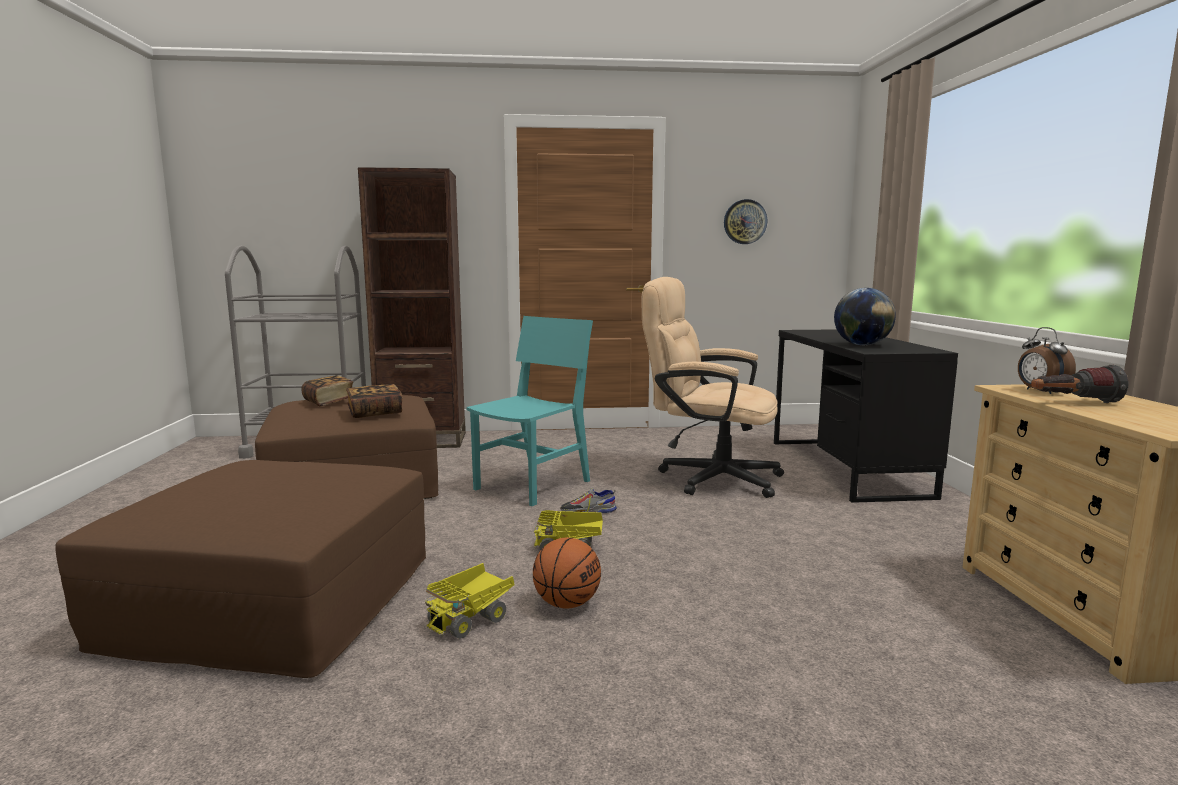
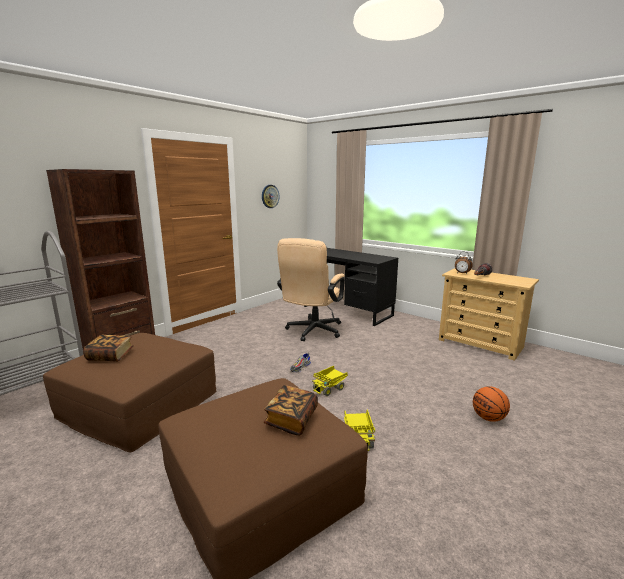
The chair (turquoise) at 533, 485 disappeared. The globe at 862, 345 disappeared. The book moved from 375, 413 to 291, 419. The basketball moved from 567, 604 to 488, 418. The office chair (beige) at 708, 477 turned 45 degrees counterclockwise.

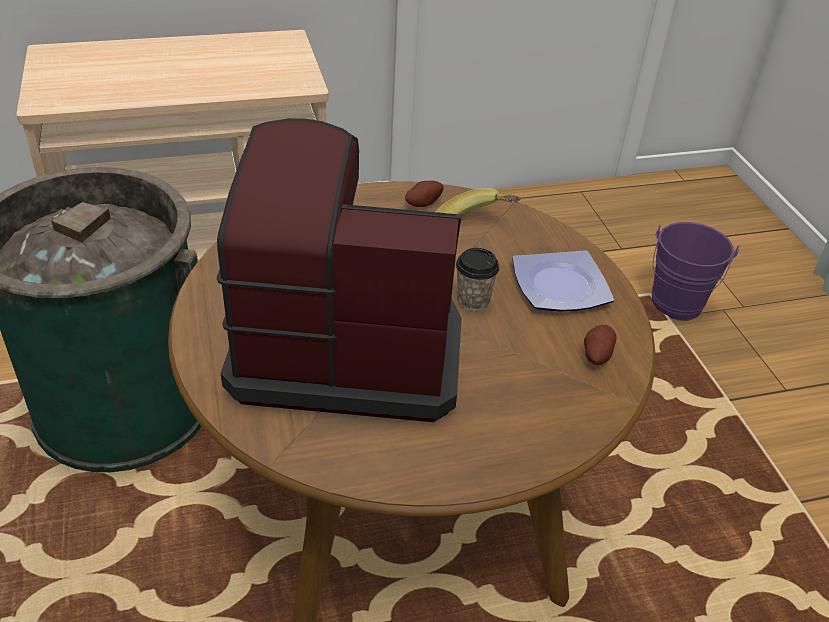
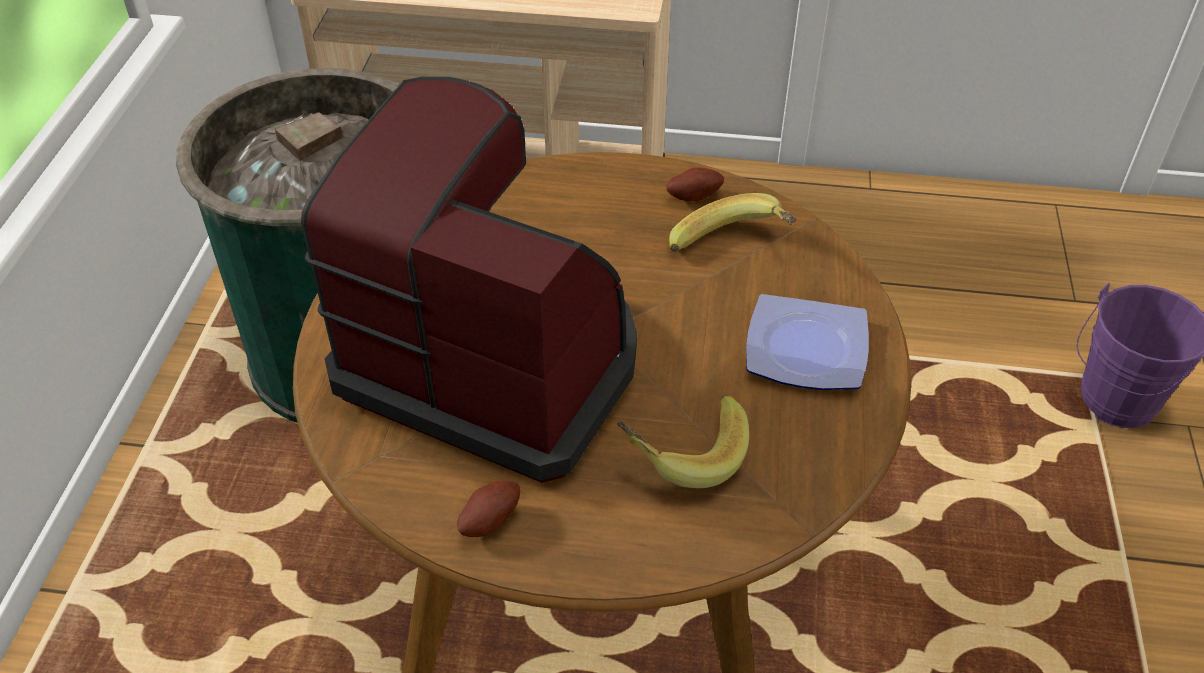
The cup at 473, 300 disappeared. The banana at 683, 452 appeared. The potato moved from 596, 355 to 489, 520.

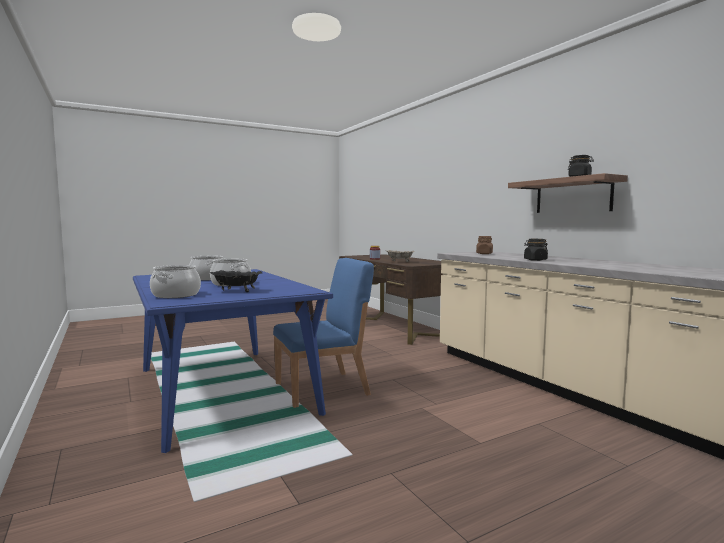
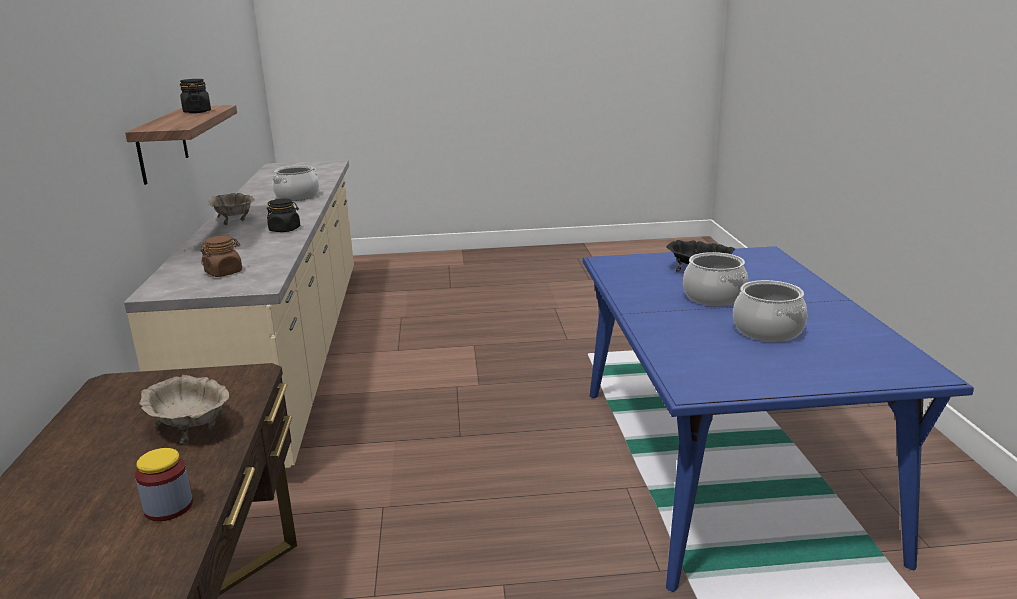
The chair (blue) at 323, 389 disappeared. The bowl (beige) at 235, 220 appeared. The cooking pot moved from 176, 295 to 297, 196.

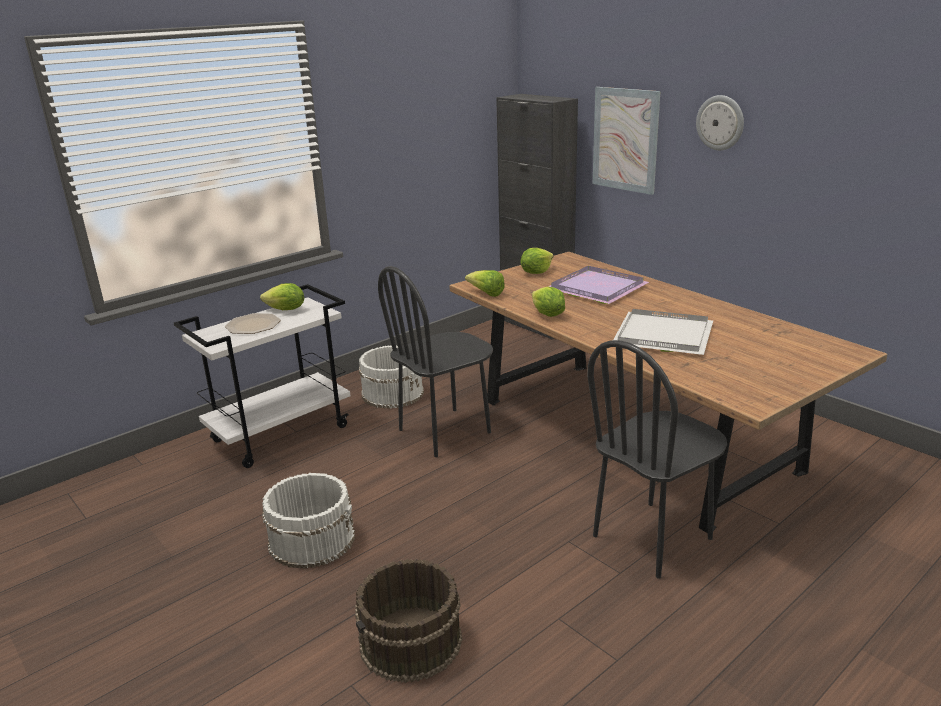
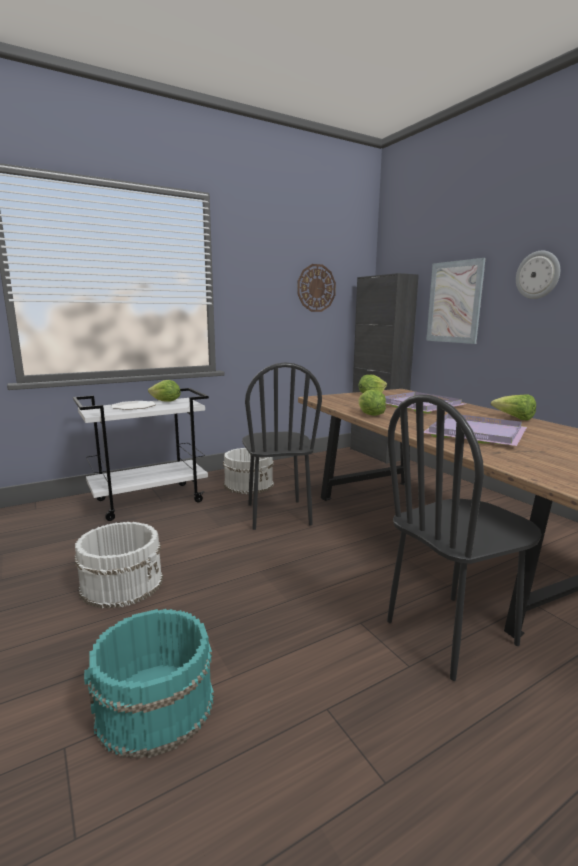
The wall clock at 316, 288 appeared. The lettuce moved from 486, 294 to 514, 418. The bucket (brown) at 411, 642 became the bucket (turquoise) at 155, 706. The tray (white) at 665, 335 became the tray (purple) at 477, 433. The chair (black) at 445, 431 turned 75 degrees counterclockwise.

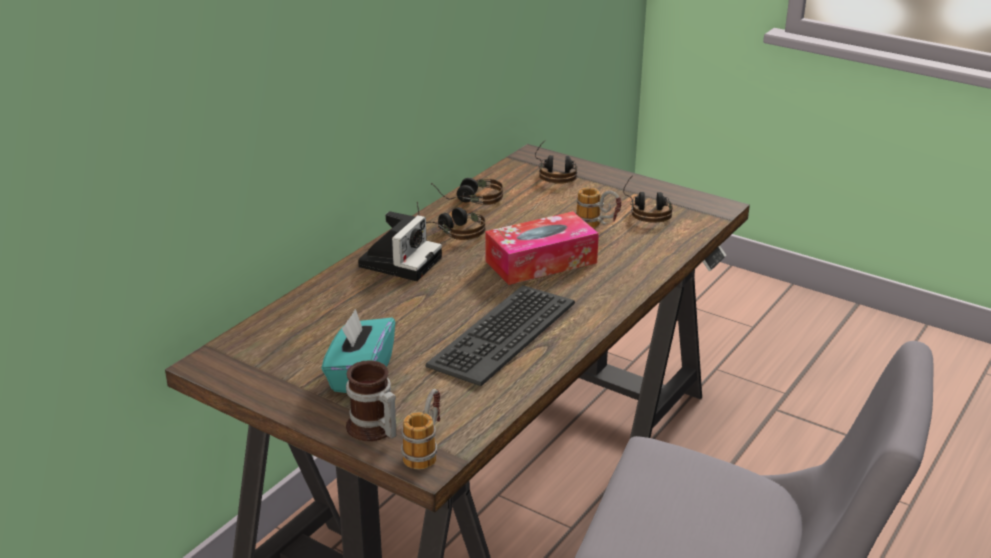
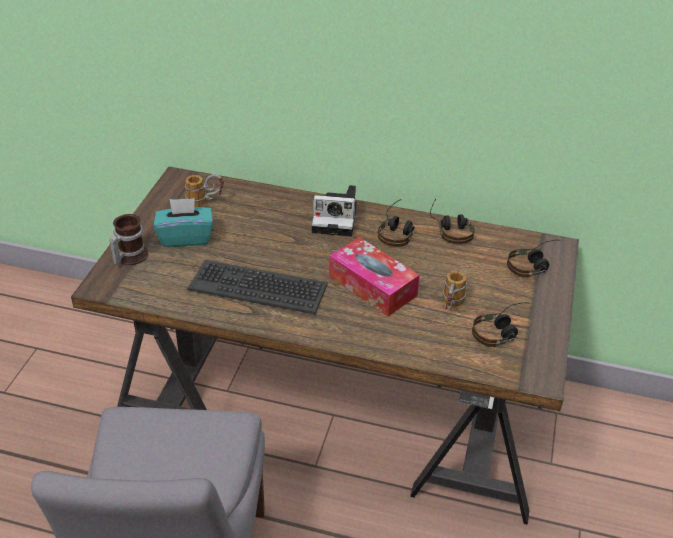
The mug moved from 426, 449 to 205, 202.

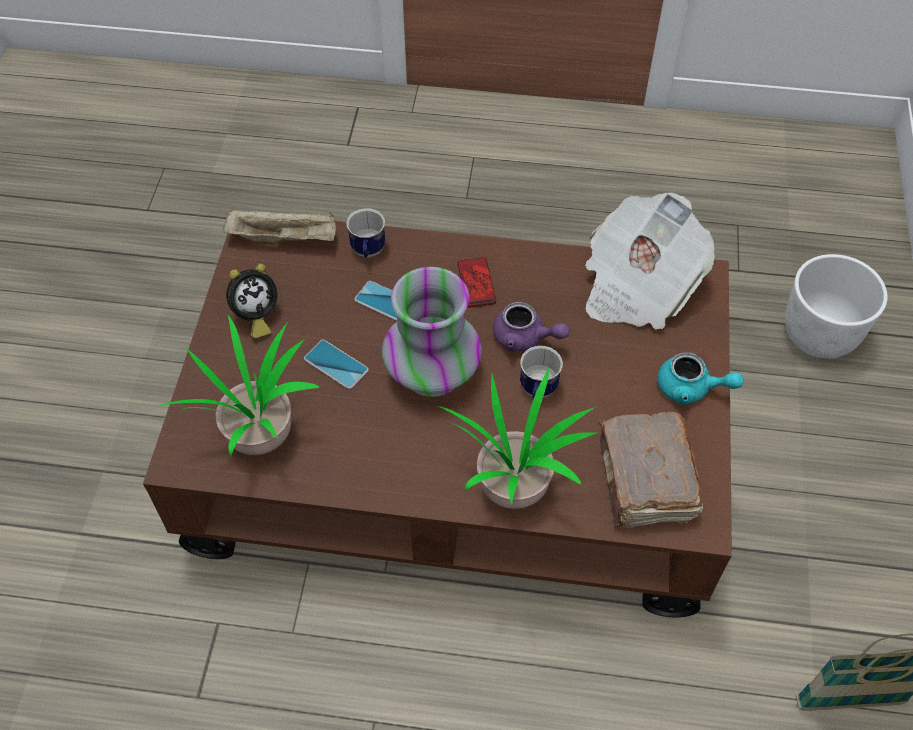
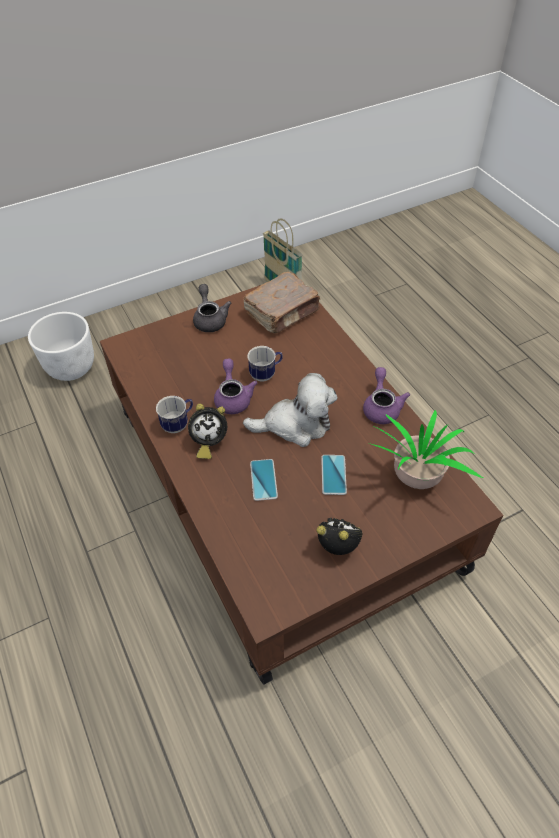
The tray (beige) at 285, 238 disappeared. The potted plant at 514, 483 disappeared. The newspaper at 637, 285 disappeared. The teapot (purple) at 381, 407 appeared. The mug moved from 368, 252 to 178, 424. The vase at 433, 373 was replaced by the plush toy at 295, 425. The phone at 476, 283 was replaced by the alarm clock at 208, 443. The teapot (turquoise) at 691, 389 became the teapot (grey) at 210, 319.

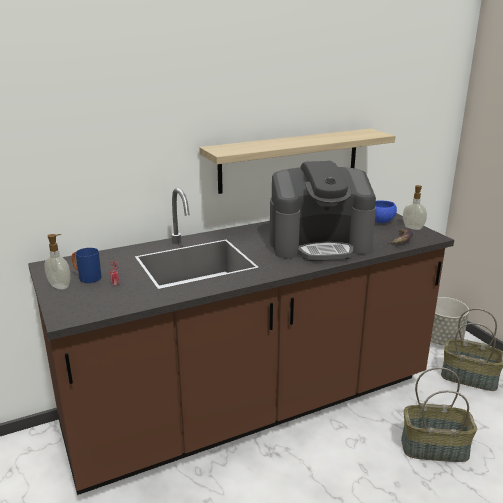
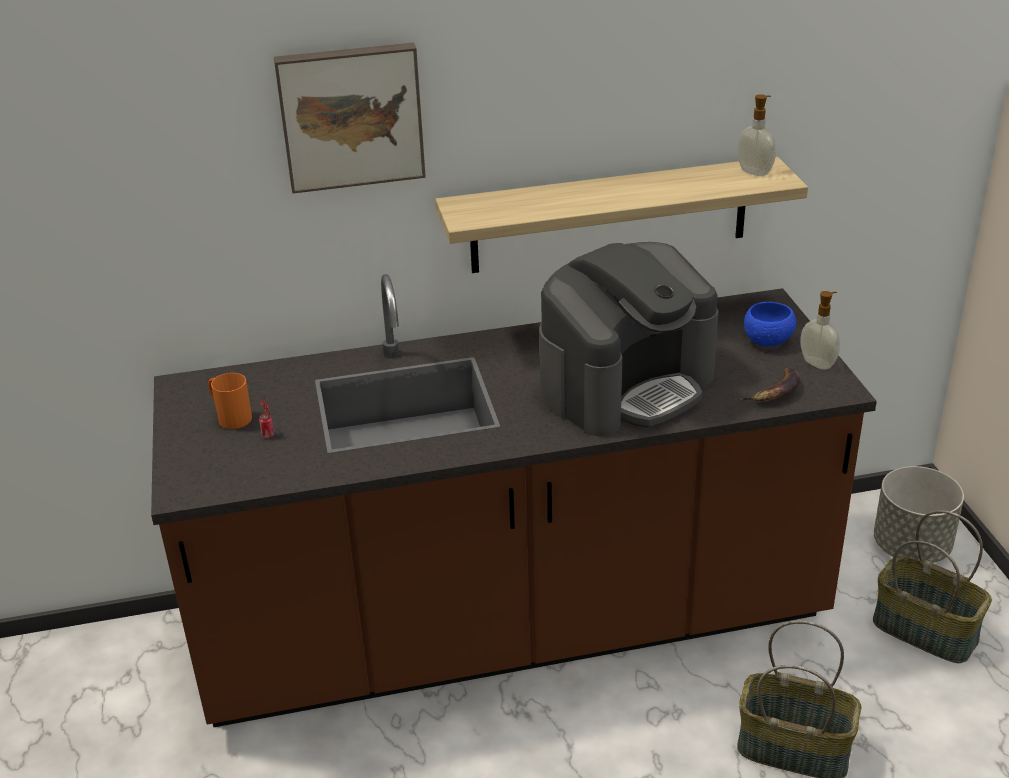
The picture at 351, 116 appeared. The soap dispenser moved from 60, 286 to 755, 172. The mug (blue) at 86, 278 became the mug (orange) at 230, 418. The coffee machine at 319, 244 turned 45 degrees counterclockwise.

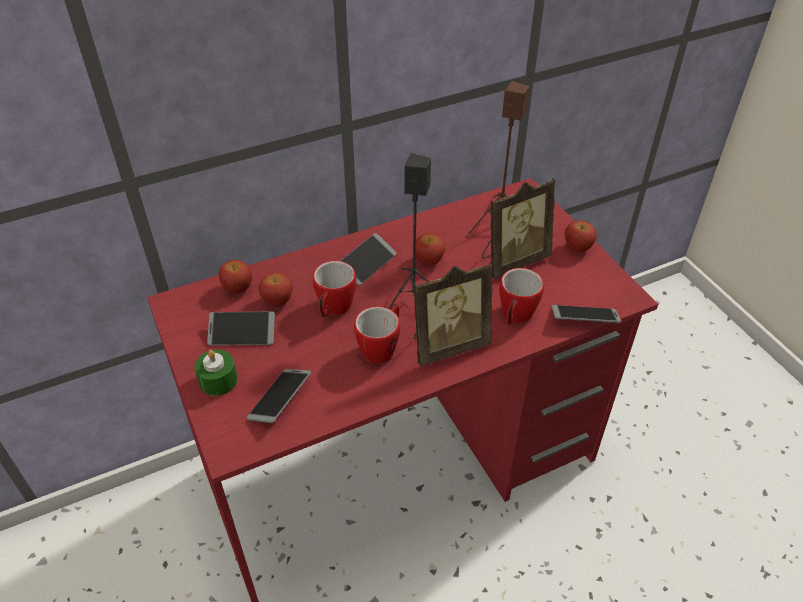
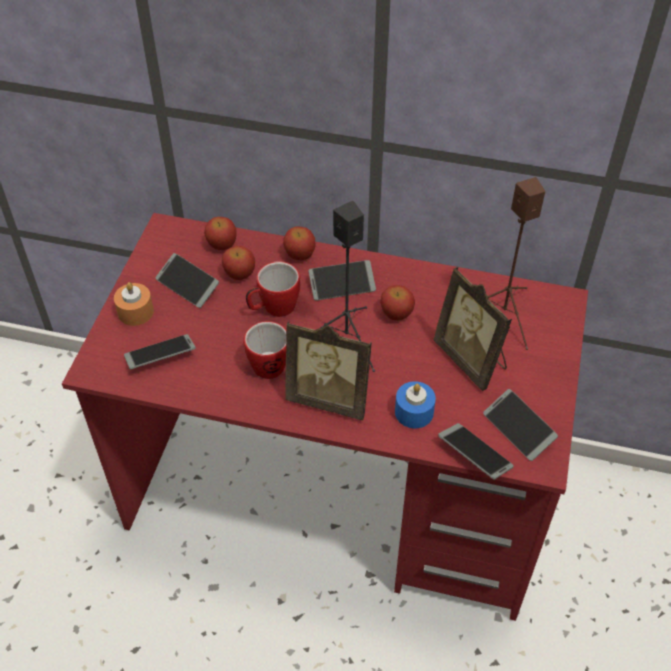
The phone at 518, 429 appeared. The apple moved from 577, 248 to 299, 254. The mug at 515, 317 was replaced by the candle (blue) at 414, 412. The candle (green) at 218, 380 became the candle (orange) at 135, 312. The picture frame at 512, 260 turned 45 degrees clockwise.

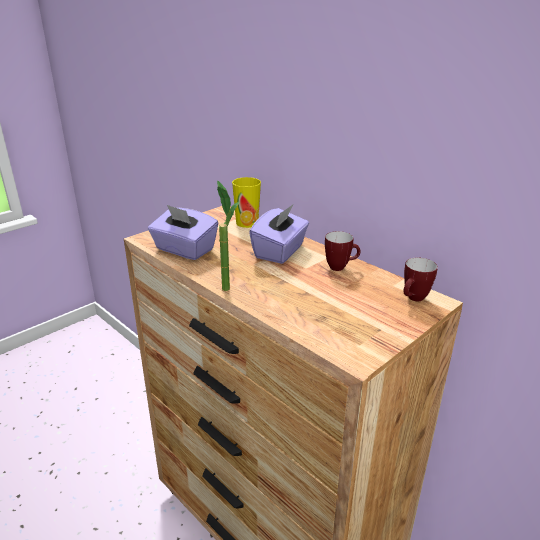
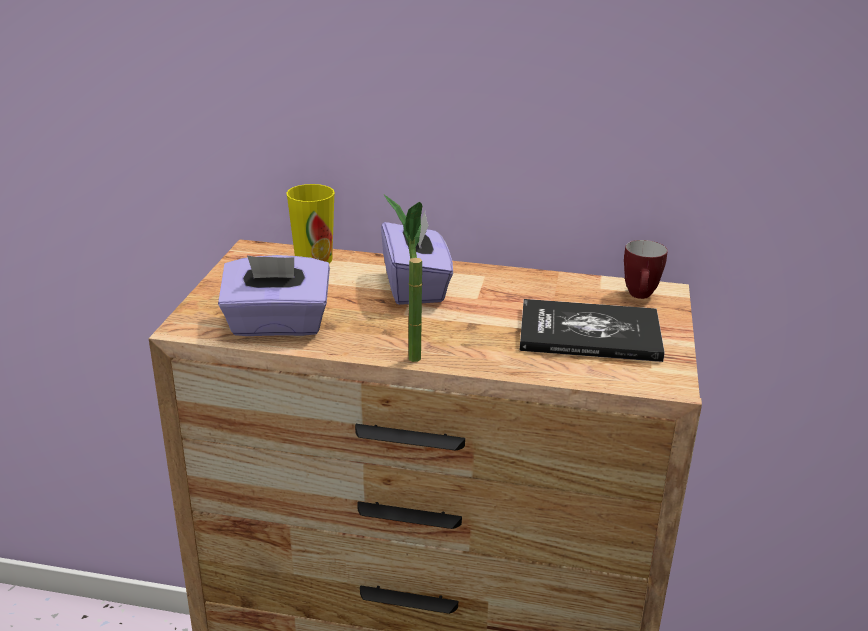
The mug at 340, 267 disappeared. The book at 589, 333 appeared.

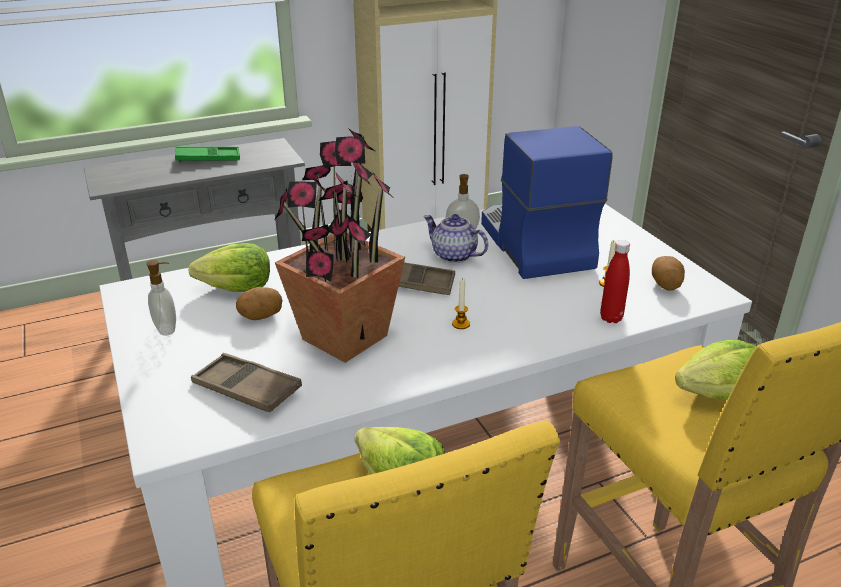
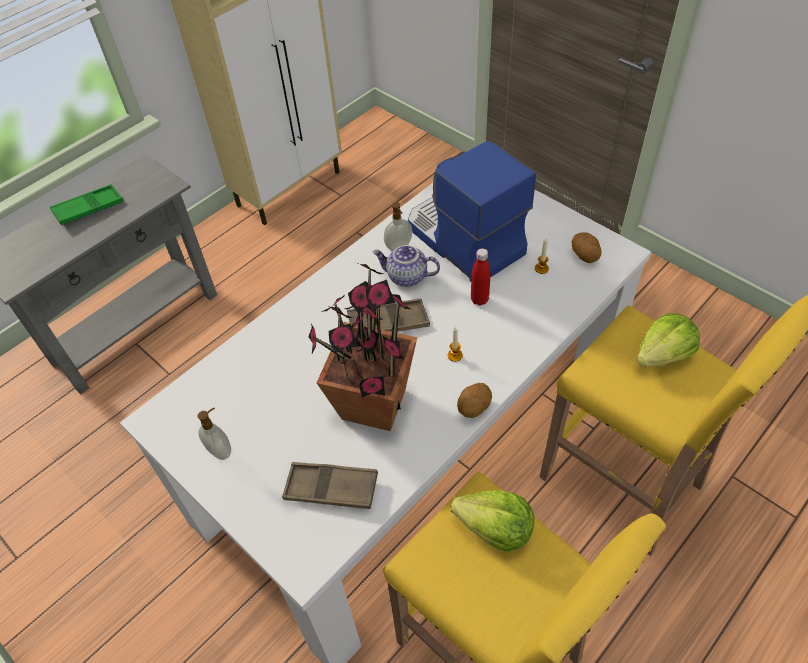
The lettuce at 237, 288 disappeared. The potato moved from 261, 316 to 473, 407. The bottle (red) moved from 611, 318 to 479, 299.

